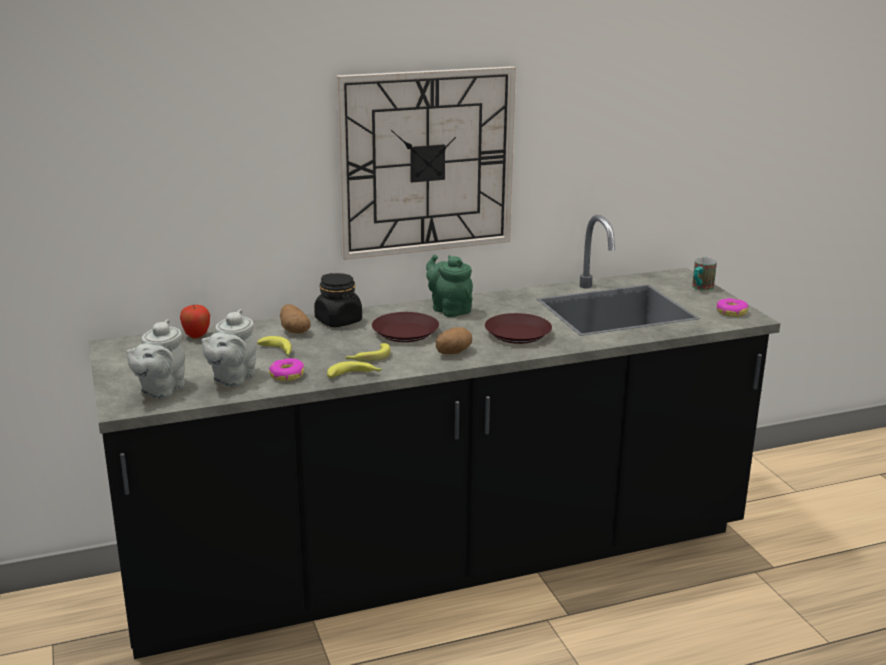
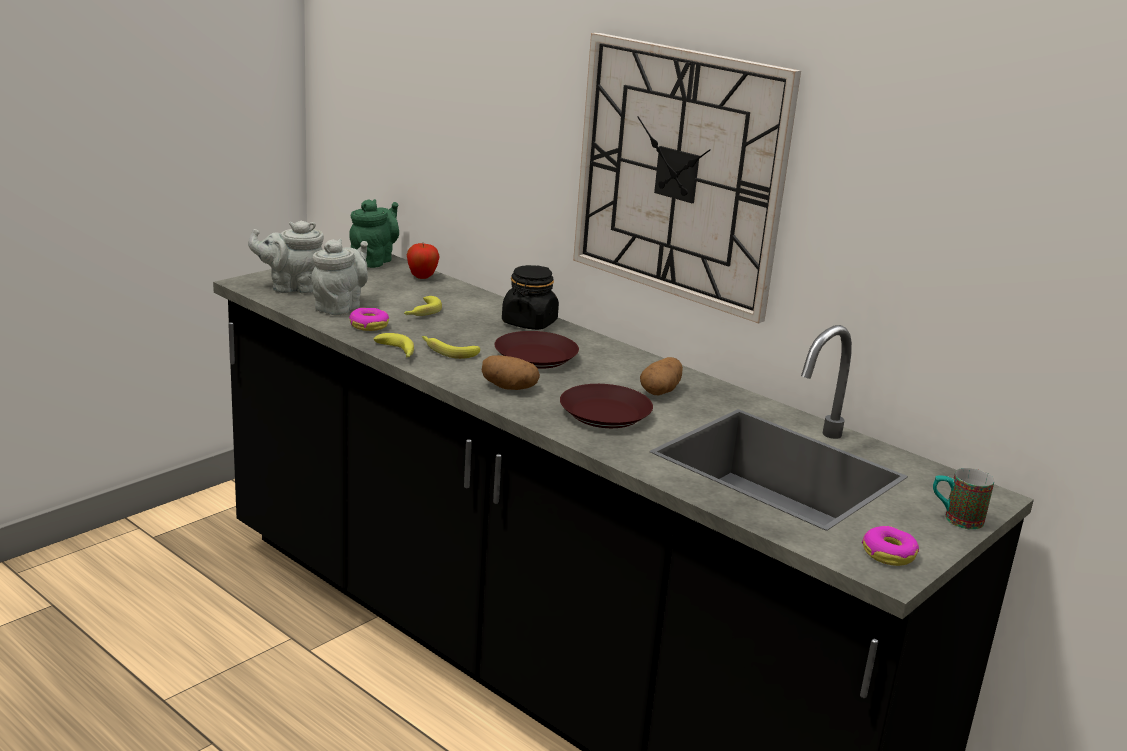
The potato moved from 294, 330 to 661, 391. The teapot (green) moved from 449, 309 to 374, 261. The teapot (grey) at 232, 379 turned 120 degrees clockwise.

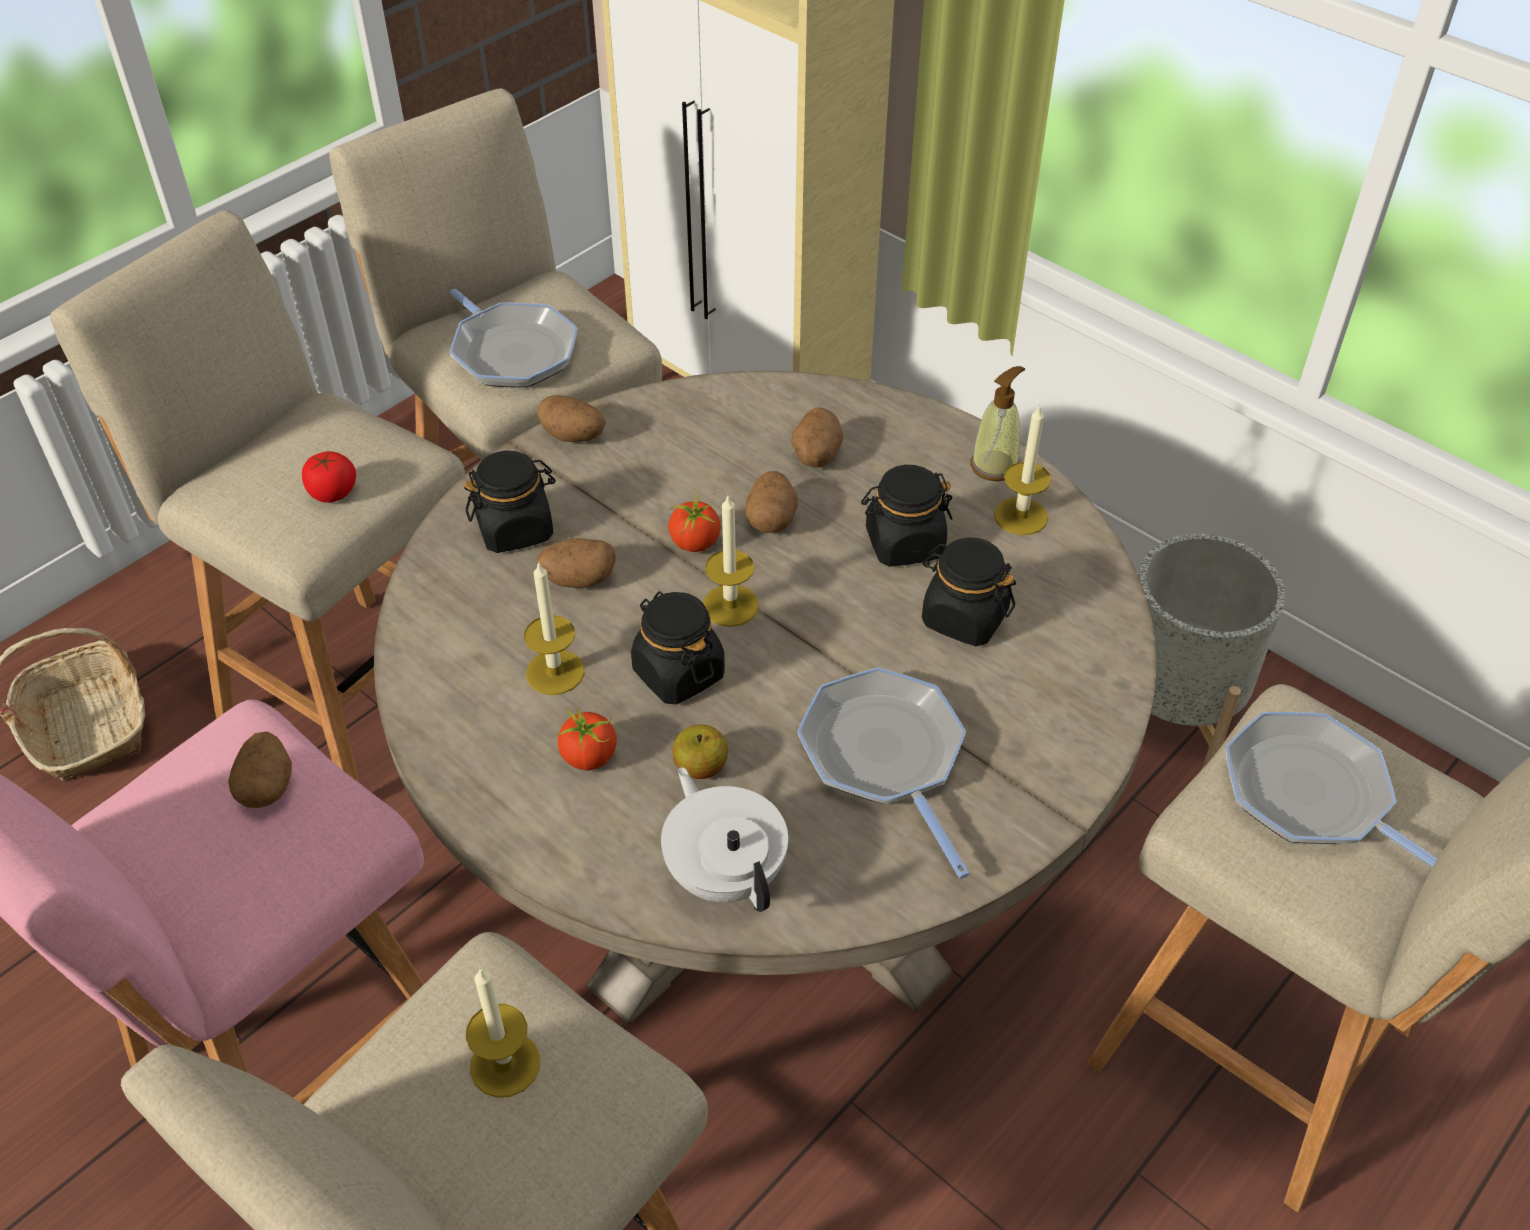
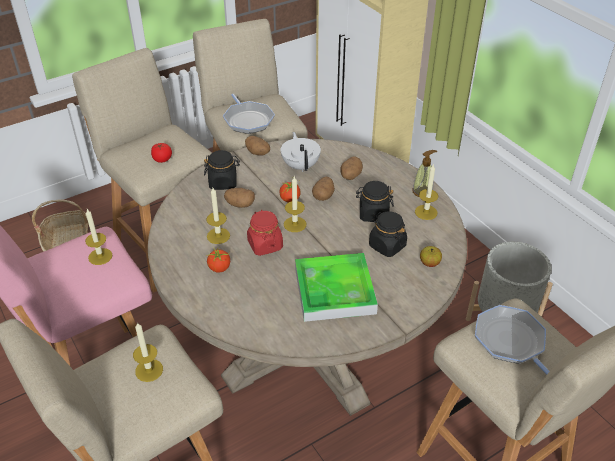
The teapot (white) moved from 726, 872 to 301, 166. The apple moved from 701, 767 to 429, 263. The potato at 266, 786 was replaced by the candle at 100, 256. The frying pan at 885, 757 was replaced by the tray at 334, 290. The jar (black) at 678, 673 became the jar (red) at 265, 245.

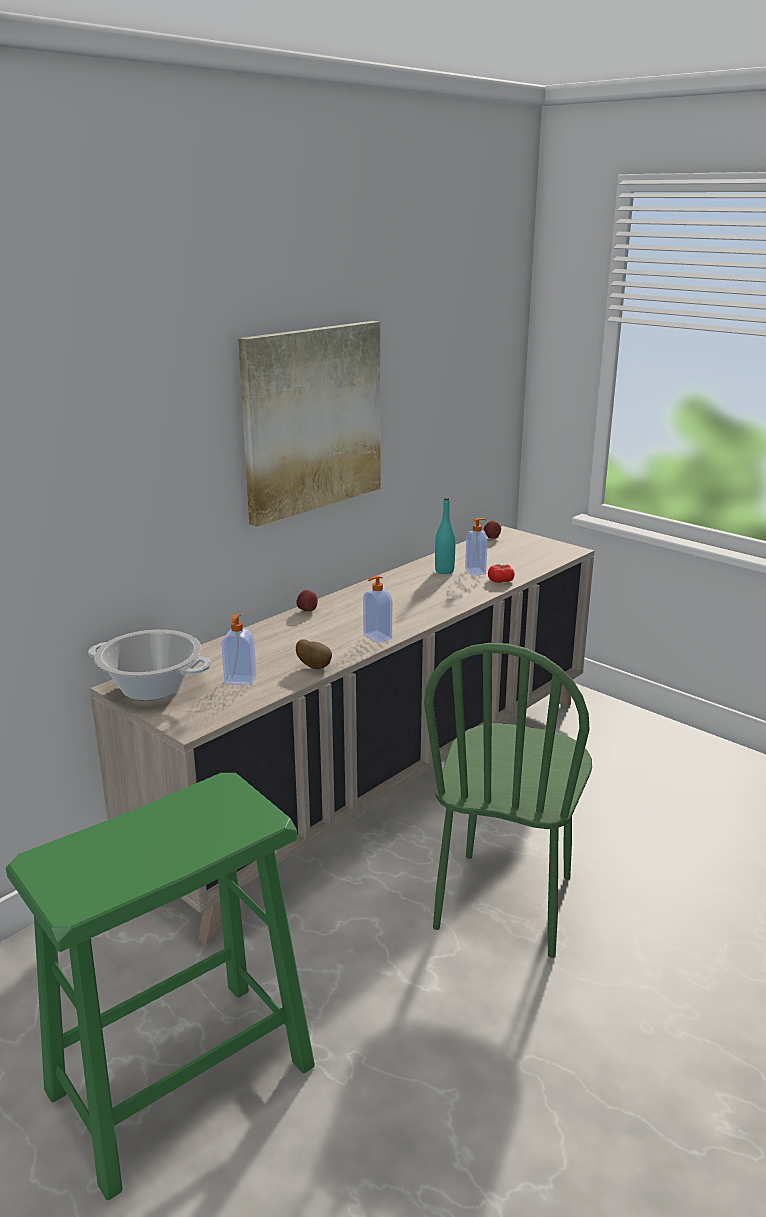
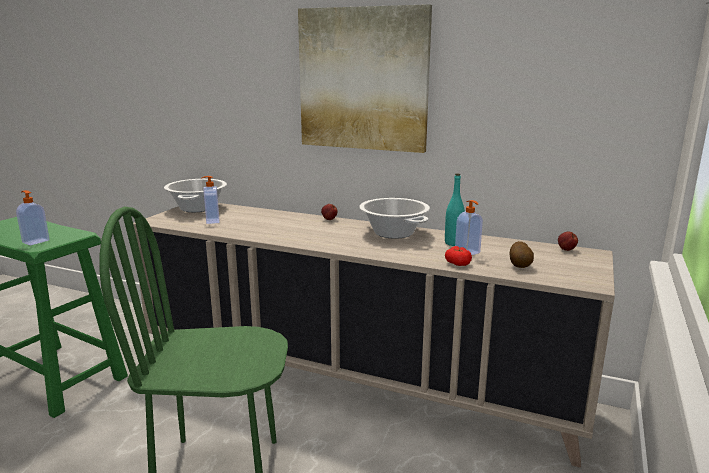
The cooking pot at 393, 233 appeared. The potato moved from 315, 666 to 520, 266. The soap dispenser moved from 376, 637 to 35, 241.

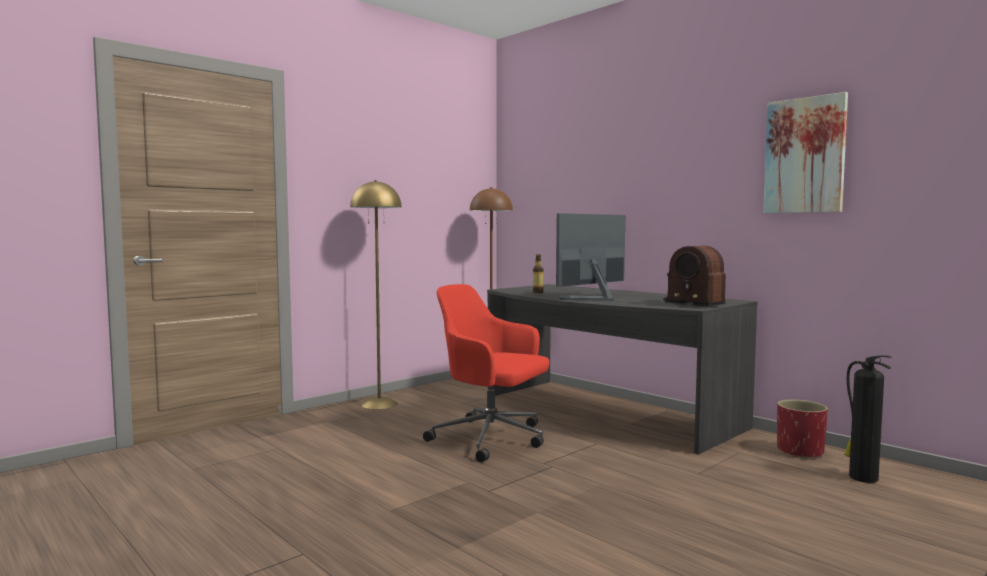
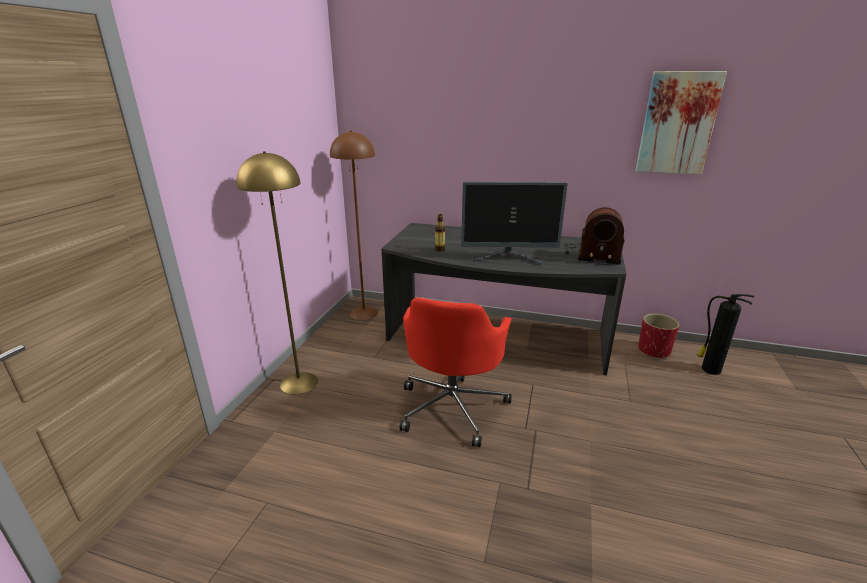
The office chair (red) at 491, 439 turned 75 degrees counterclockwise. The monitor at 594, 298 turned 105 degrees counterclockwise.

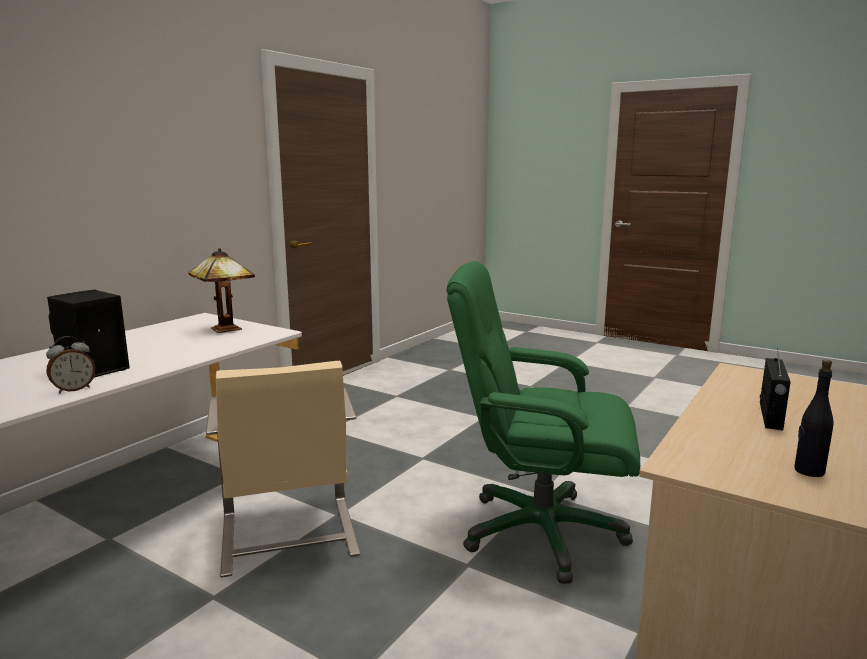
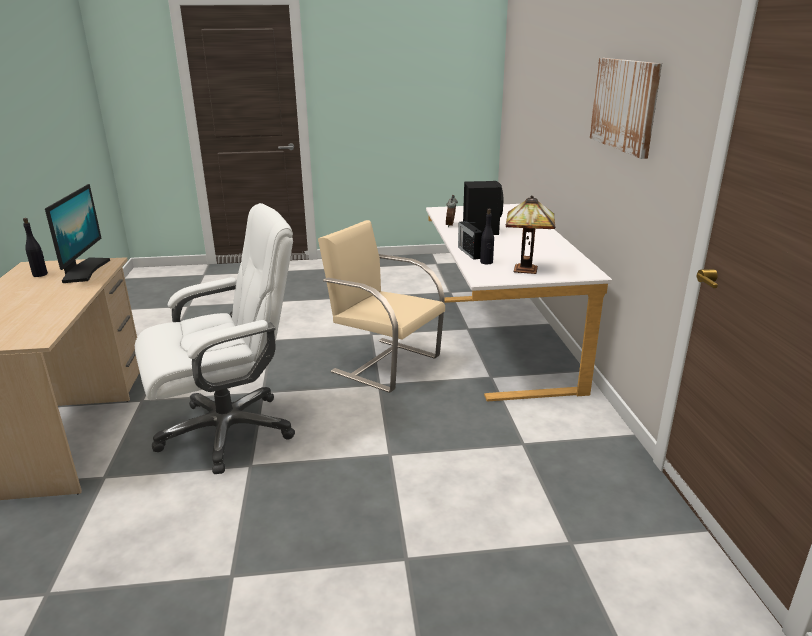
The monitor at 84, 270 appeared. The bottle (black) at 486, 262 appeared. The picture at 625, 105 appeared. The radio moved from 770, 416 to 469, 252. The office chair (green) at 540, 532 became the office chair (white) at 229, 431.

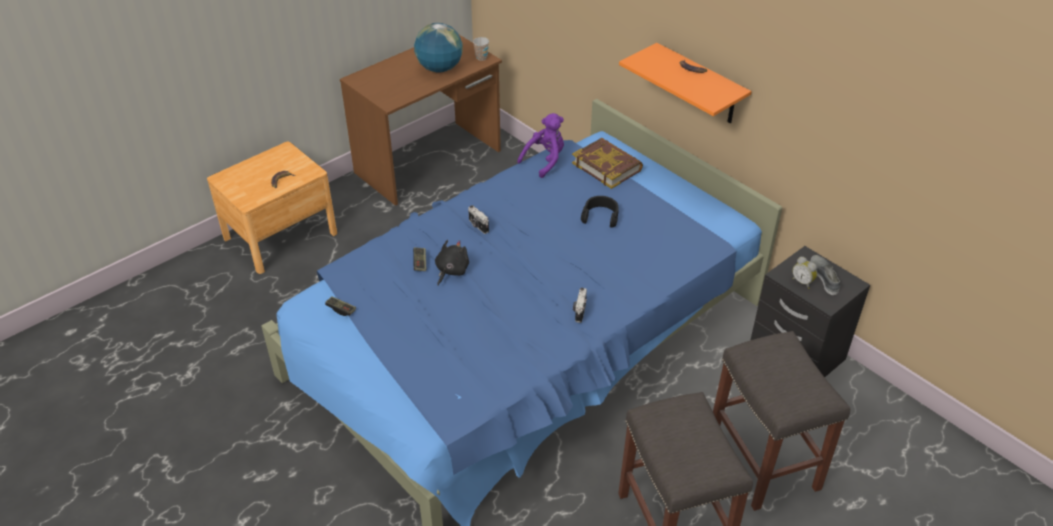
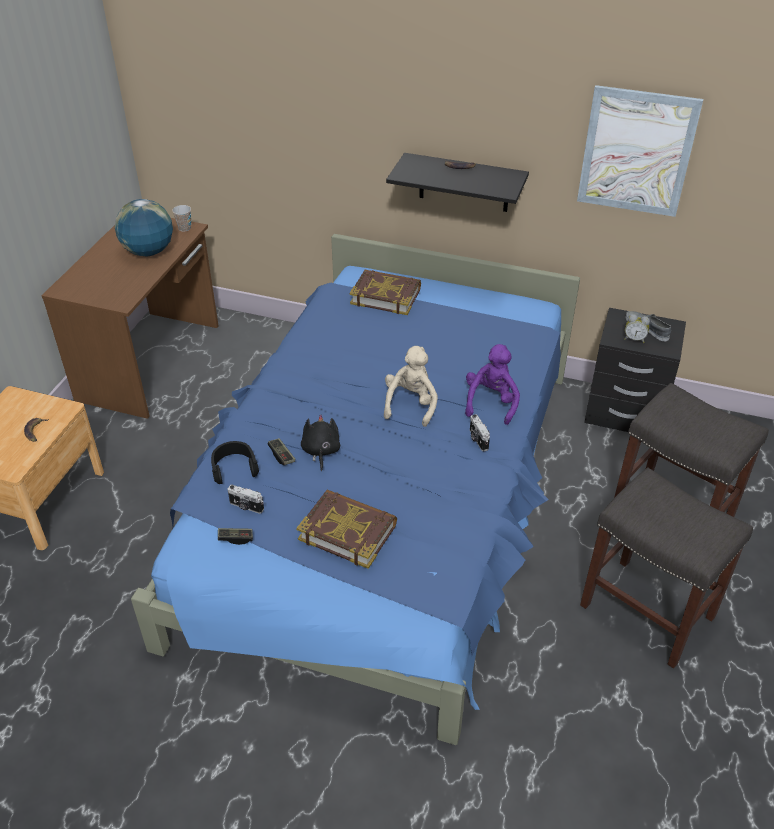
The book at 348, 532 appeared. The plush toy (beige) at 411, 404 appeared. The picture at 636, 152 appeared. The photo camera moved from 478, 226 to 246, 507. The plush toy (purple) moved from 545, 161 to 491, 402. The headphones (black) moved from 600, 216 to 234, 467. The shelf (orange) at 700, 85 became the shelf (black) at 464, 183.

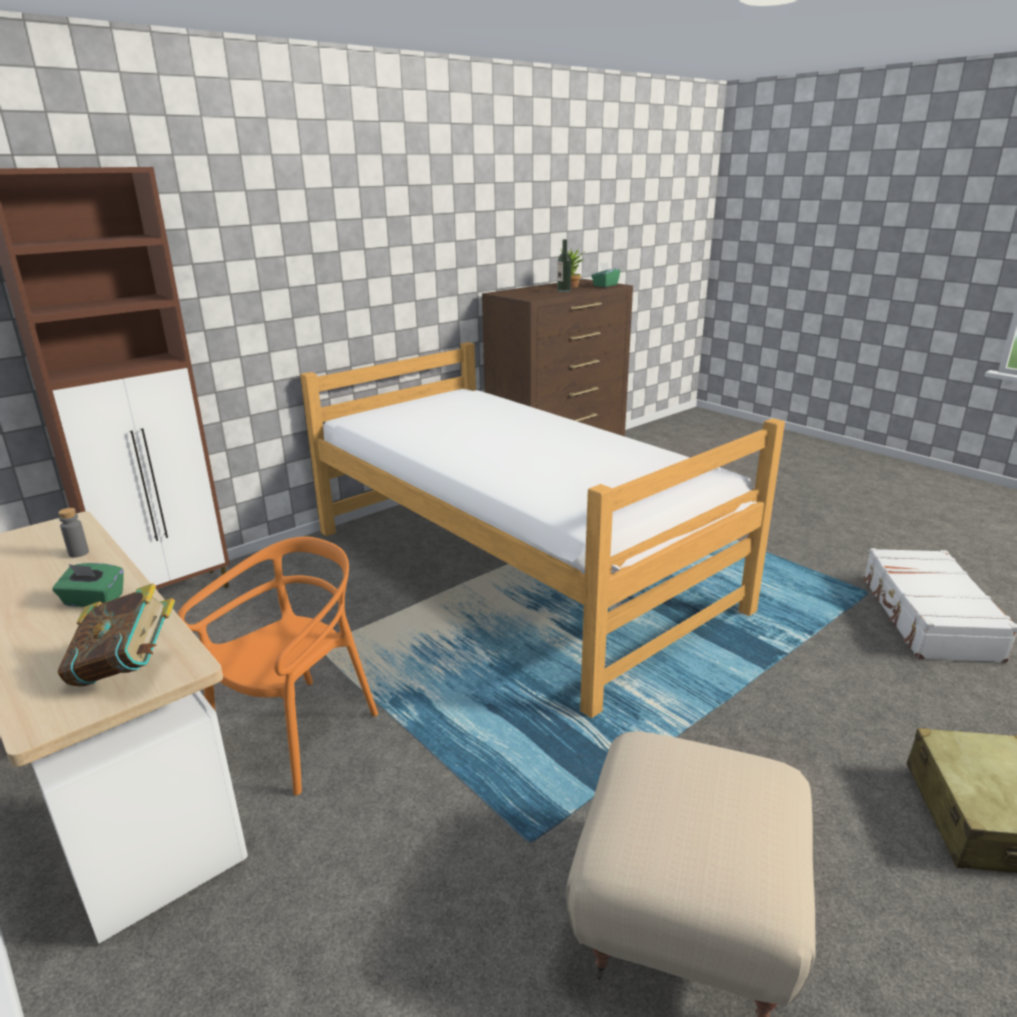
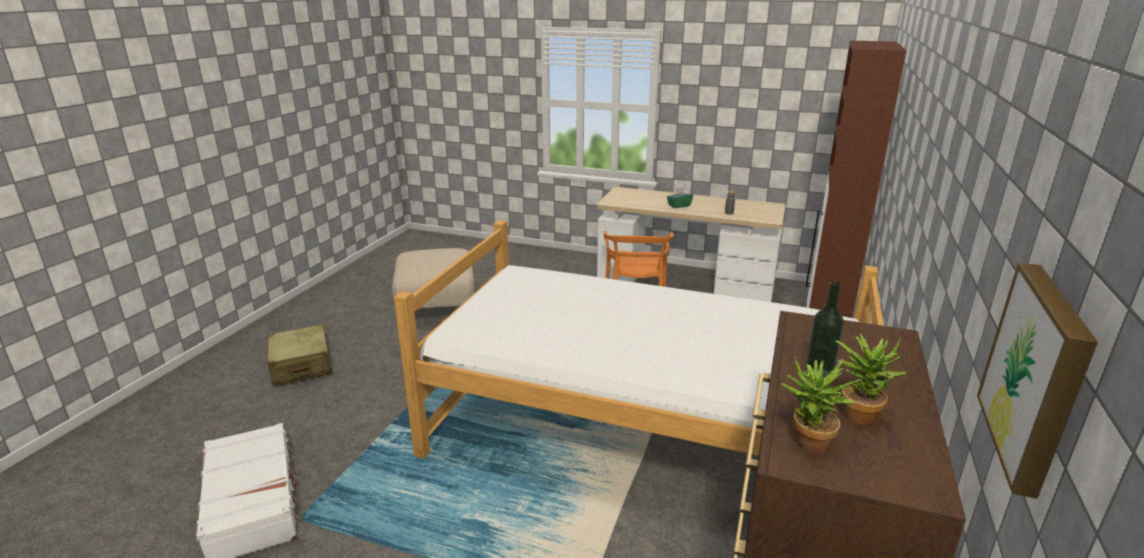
The book at 127, 669 disappeared. The picture at 1039, 375 appeared. The tissue box (green) at 605, 285 was replaced by the potted plant at 807, 445.

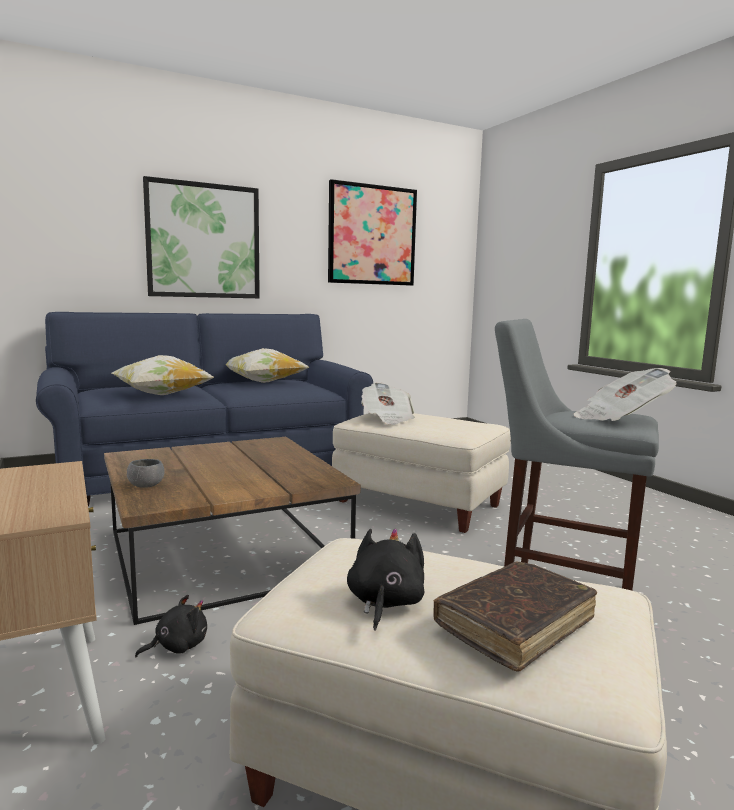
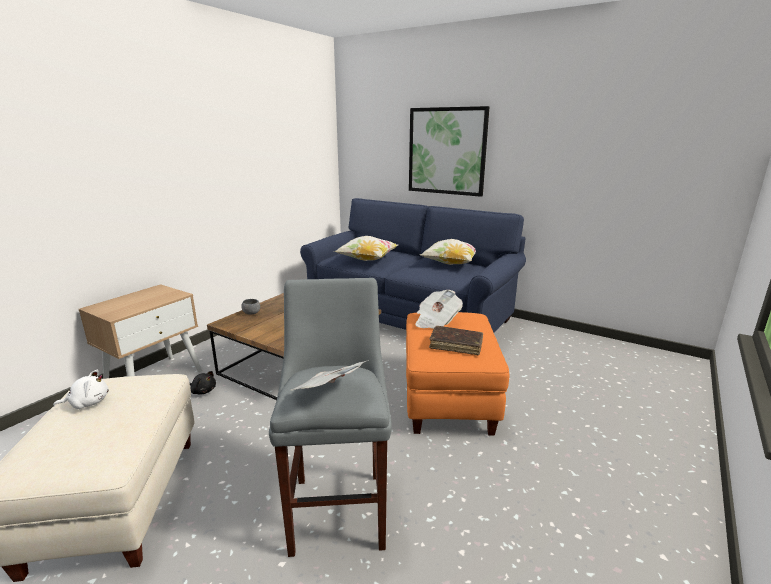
The picture at 372, 235 disappeared. The book (brown) moved from 515, 624 to 456, 345. The ottoman (beige) at 418, 504 became the ottoman (orange) at 447, 397. The plush toy (black) at 384, 603 became the plush toy (white) at 87, 403.

